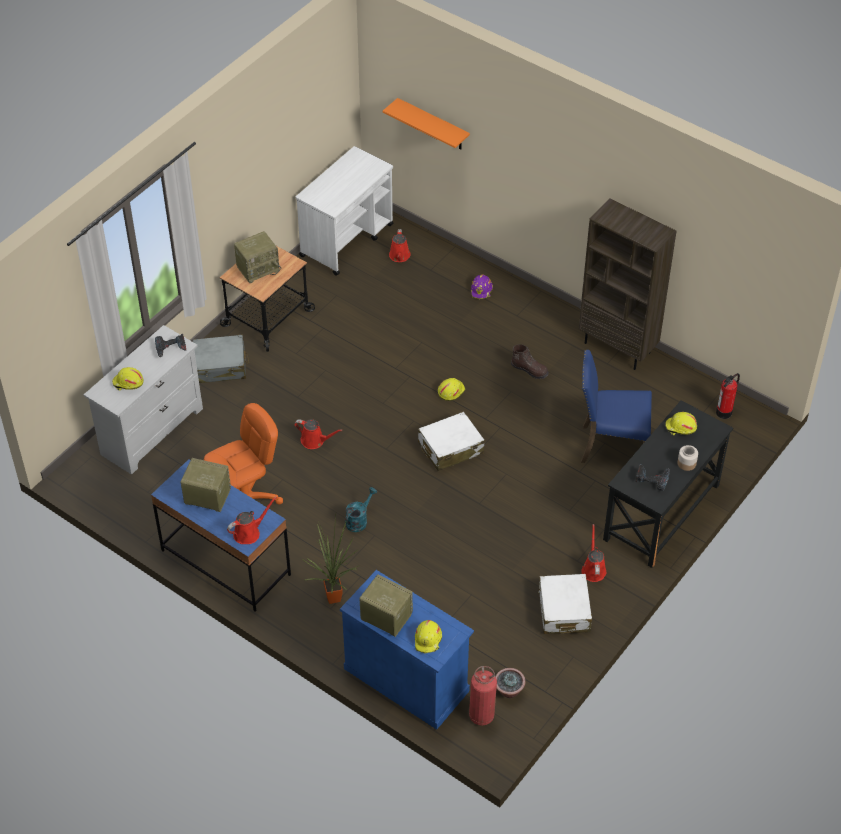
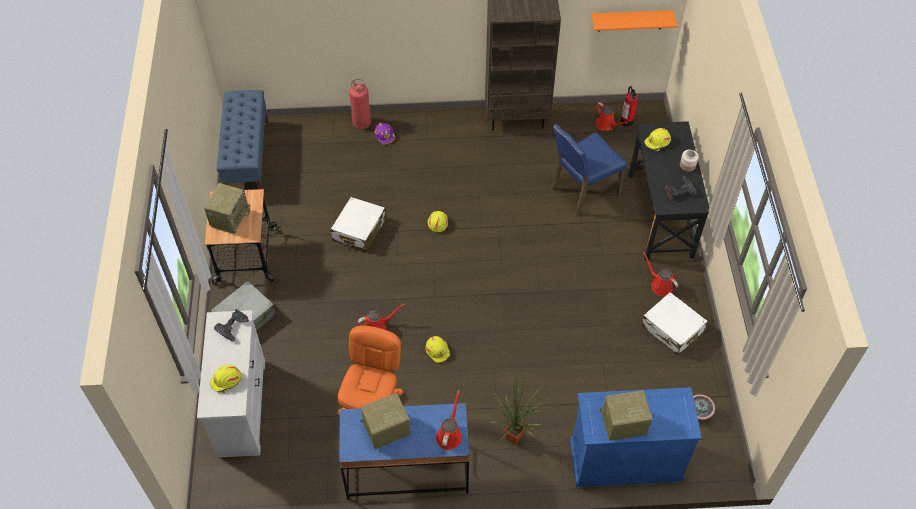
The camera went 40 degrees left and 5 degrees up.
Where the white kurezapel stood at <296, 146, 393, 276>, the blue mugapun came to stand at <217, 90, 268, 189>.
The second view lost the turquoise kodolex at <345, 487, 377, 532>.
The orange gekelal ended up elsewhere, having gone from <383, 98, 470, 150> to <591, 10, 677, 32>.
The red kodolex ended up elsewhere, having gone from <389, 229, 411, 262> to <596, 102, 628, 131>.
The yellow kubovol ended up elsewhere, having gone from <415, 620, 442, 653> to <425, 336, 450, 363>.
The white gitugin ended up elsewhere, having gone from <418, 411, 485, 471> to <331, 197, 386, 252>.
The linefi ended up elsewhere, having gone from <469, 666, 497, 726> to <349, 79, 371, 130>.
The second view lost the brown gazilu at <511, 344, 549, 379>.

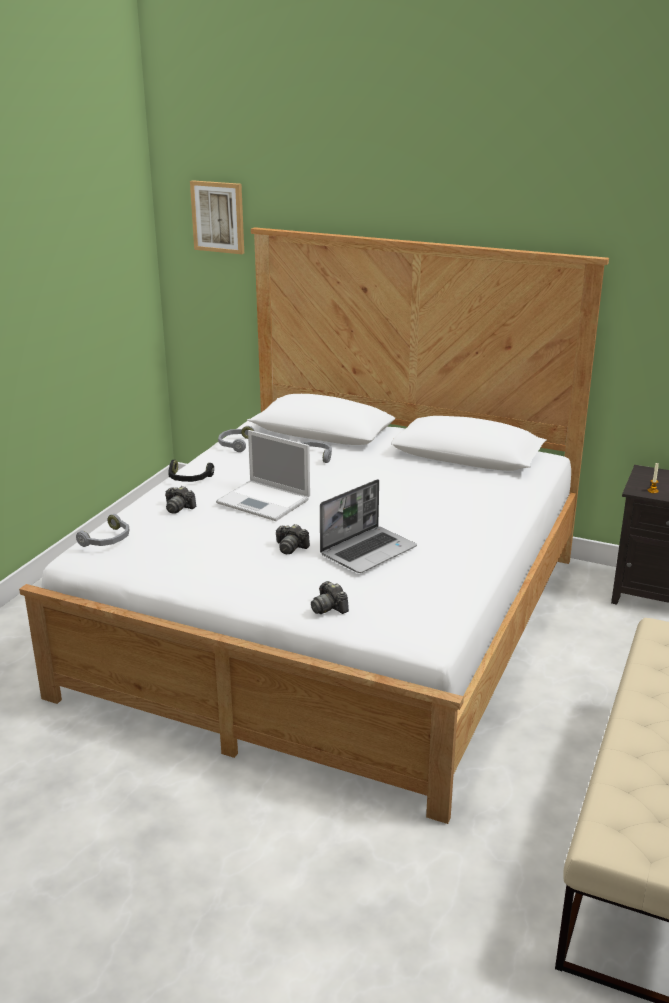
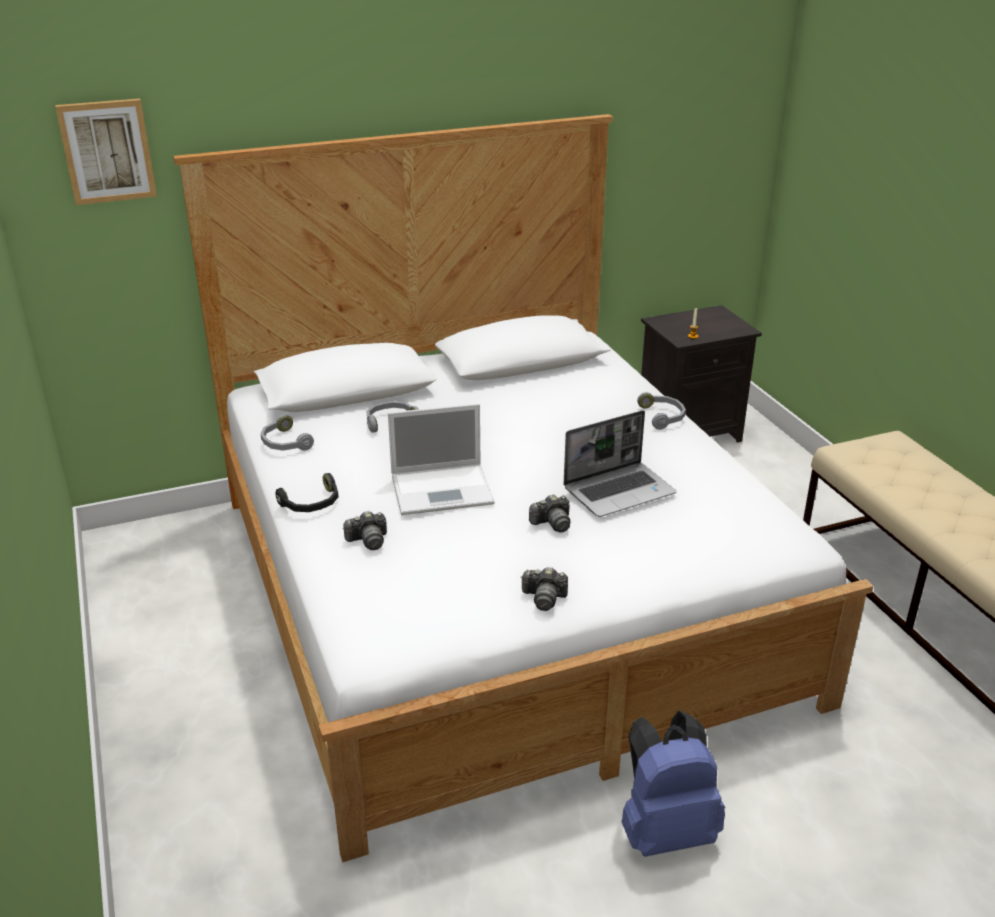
The camera went 45 degrees left and 5 degrees up.
The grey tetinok ended up elsewhere, having gone from <76, 514, 129, 547> to <637, 392, 686, 430>.
The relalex ended up elsewhere, having gone from <311, 581, 349, 614> to <521, 567, 568, 611>.
The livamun at <320, 479, 417, 573> ended up facing another way, 60 degrees clockwise from before.
The second view gained the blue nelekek at <622, 710, 725, 857>.

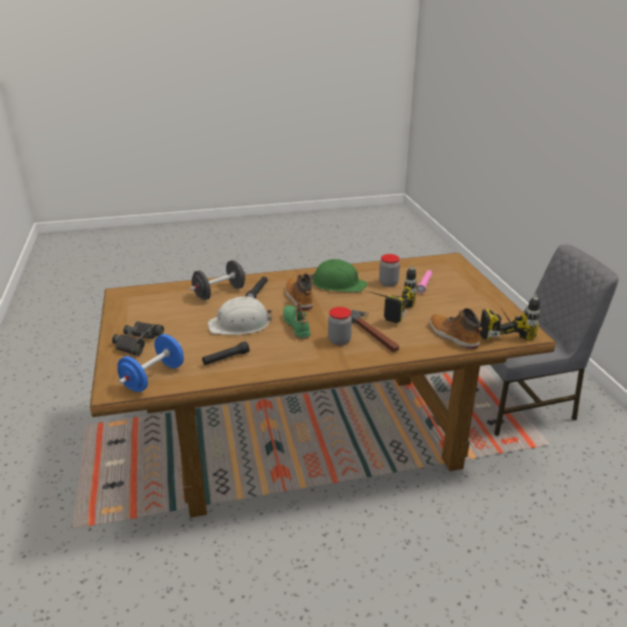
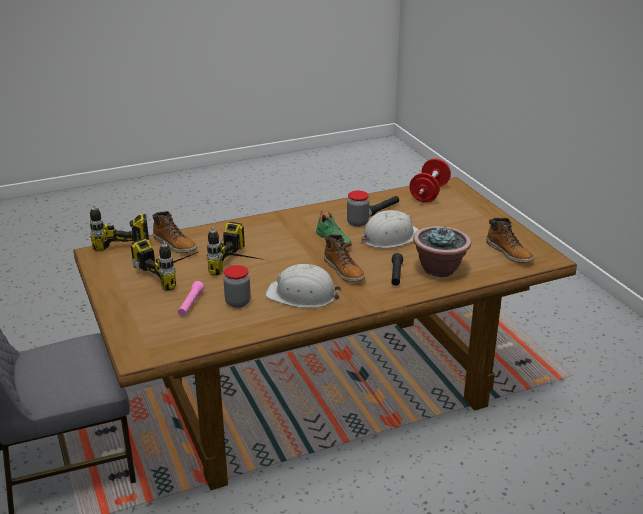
The camera went 170 degrees right and 0 degrees up.
The second view lost the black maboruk at <112, 321, 164, 356>.
What was the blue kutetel at <117, 334, 184, 392> turned into the red kutetel at <409, 158, 451, 202>.
Where the black kutetel stood at <190, 260, 246, 300>, the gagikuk came to stand at <413, 226, 471, 277>.
What was the green kubovol at <310, 259, 367, 292> turned into the white kubovol at <266, 264, 341, 308>.
The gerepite ended up elsewhere, having gone from <328, 307, 352, 345> to <347, 191, 369, 227>.
The second view lost the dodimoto at <351, 310, 399, 352>.
The second view gained the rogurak at <131, 238, 198, 291>.
The second view gained the gazilu at <486, 218, 534, 263>.

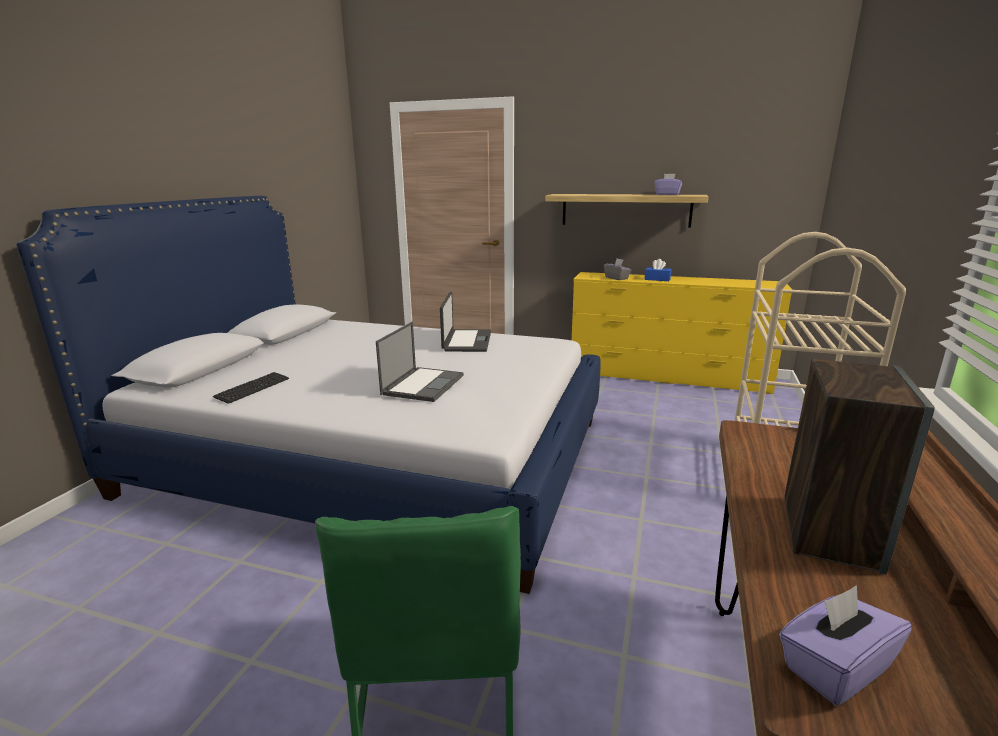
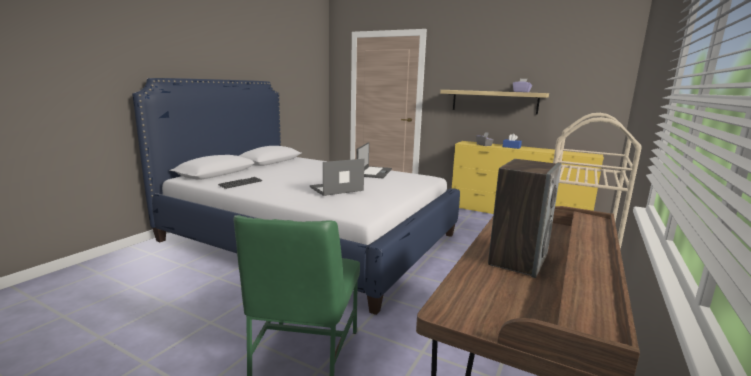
The camera went 10 degrees right and 5 degrees down.
The livamun at <376, 322, 464, 402> ended up facing another way, 150 degrees counterclockwise from before.
The second view lost the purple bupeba at <779, 585, 912, 706>.

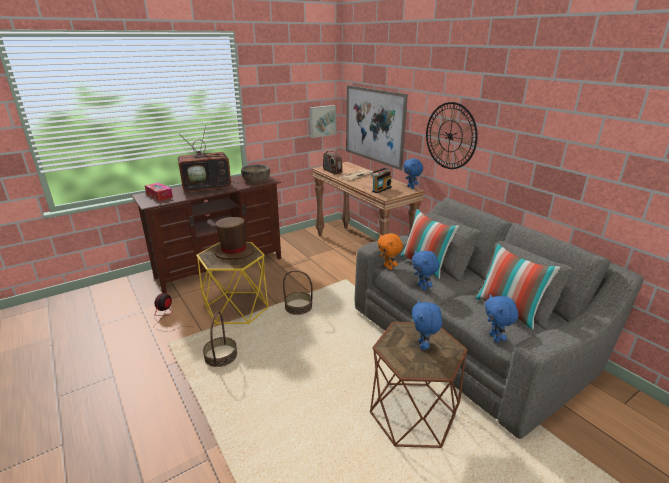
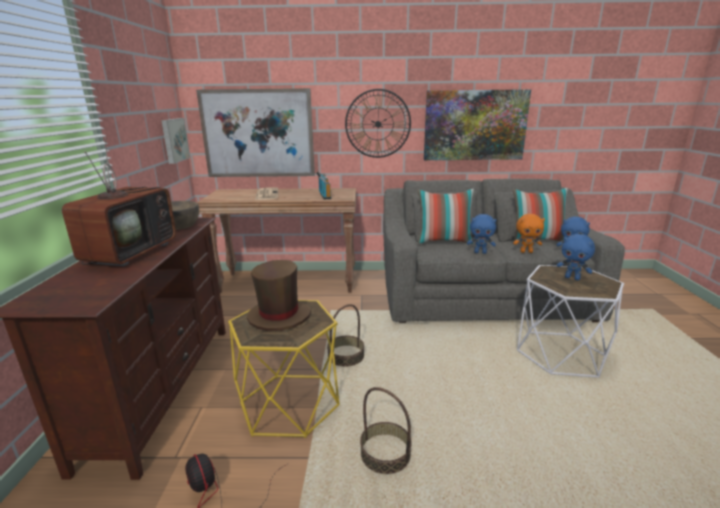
The camera went 55 degrees left and 5 degrees down.
The second view lost the bupeba at <145, 182, 173, 201>.
The second view lost the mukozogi at <323, 151, 343, 175>.
What was the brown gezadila at <370, 322, 468, 448> turned into the white gezadila at <517, 265, 624, 378>.
The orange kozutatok ended up elsewhere, having gone from <377, 233, 403, 270> to <513, 214, 545, 253>.
The second view lost the blue kozutatok at <403, 158, 423, 189>.
The second view gained the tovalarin at <424, 89, 531, 160>.

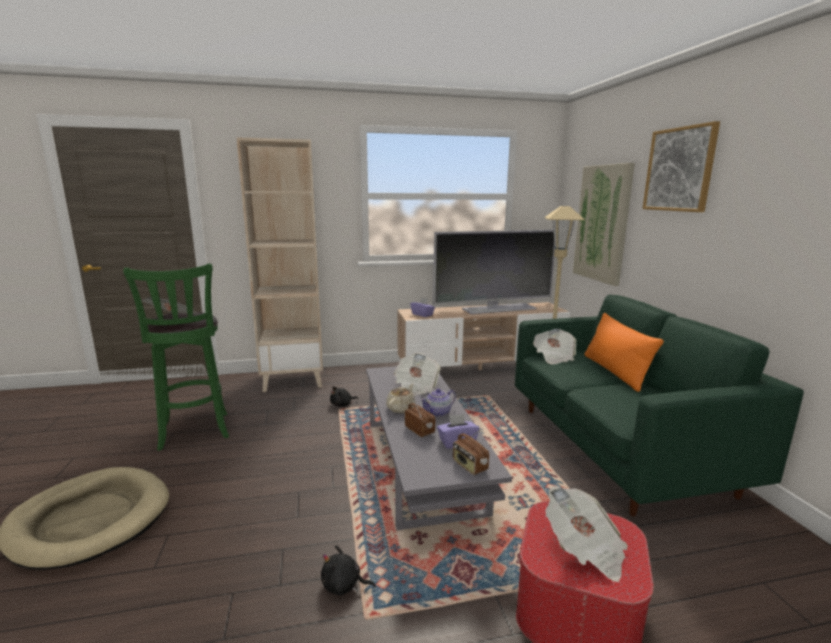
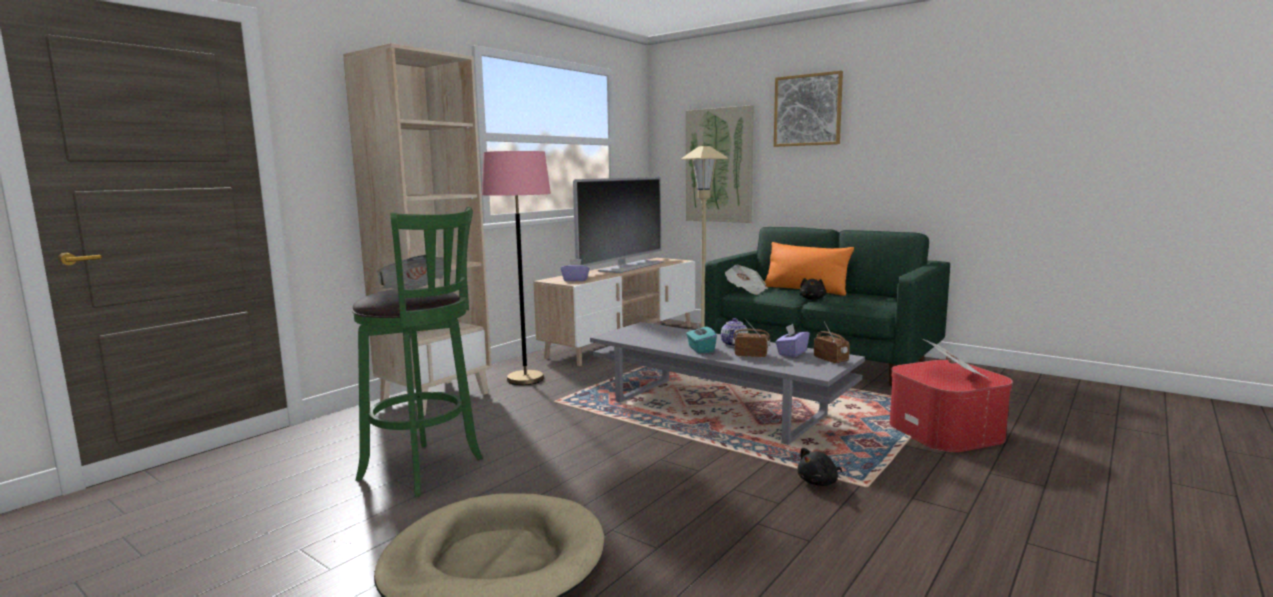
The camera went 40 degrees left and 5 degrees down.
The black kozutatok ended up elsewhere, having gone from <330, 386, 358, 407> to <799, 278, 826, 300>.
Where the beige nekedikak stood at <386, 383, 415, 413>, the turquoise bupeba came to stand at <686, 322, 717, 353>.
The second view lost the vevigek at <394, 353, 441, 396>.
The mukozogi at <453, 429, 489, 475> ended up facing another way, 135 degrees counterclockwise from before.
The second view gained the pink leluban at <482, 151, 551, 385>.

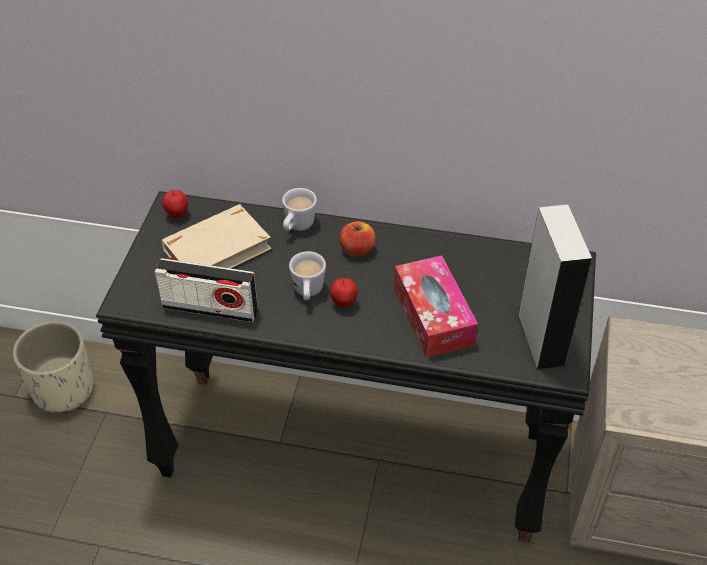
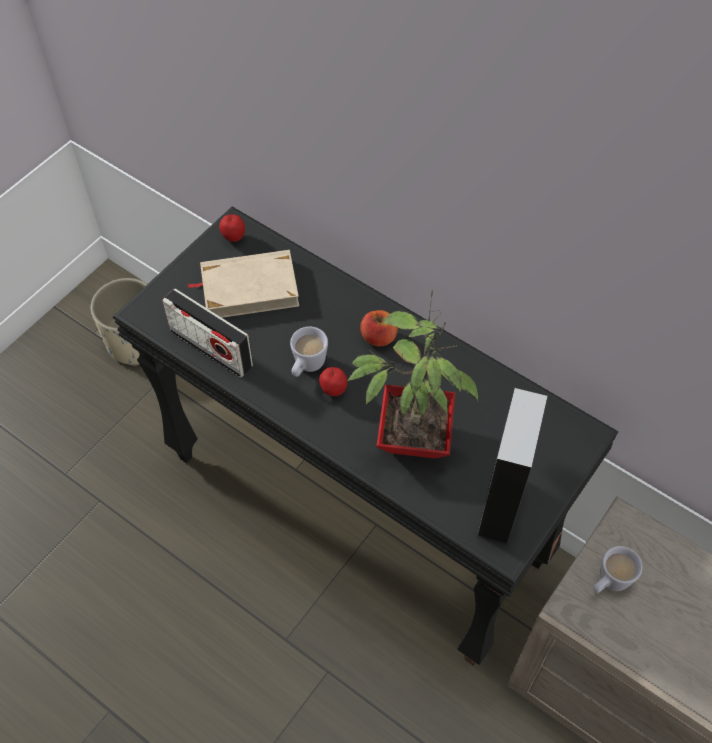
The camera went 25 degrees right and 10 degrees up.
The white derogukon ended up elsewhere, having gone from <282, 188, 317, 231> to <593, 546, 642, 593>.
Where the bupeba stood at <394, 255, 478, 358>, the gagikuk came to stand at <347, 291, 478, 458>.

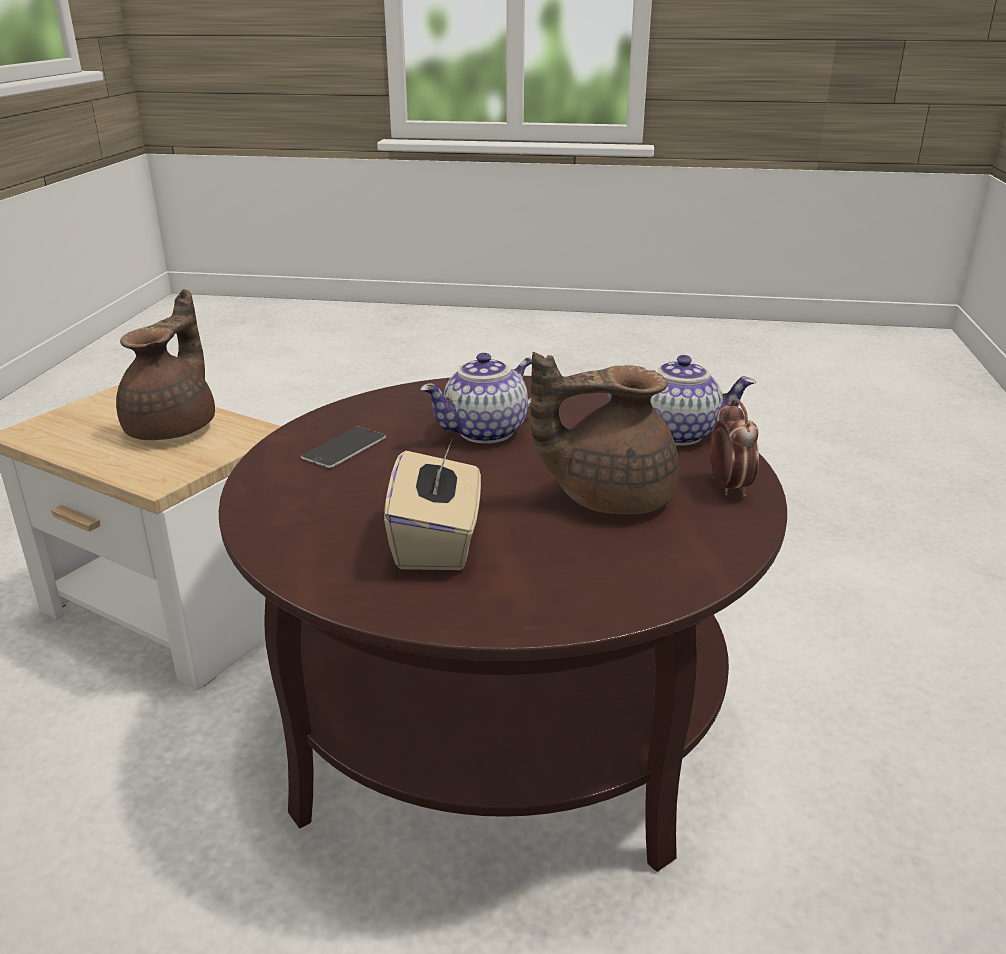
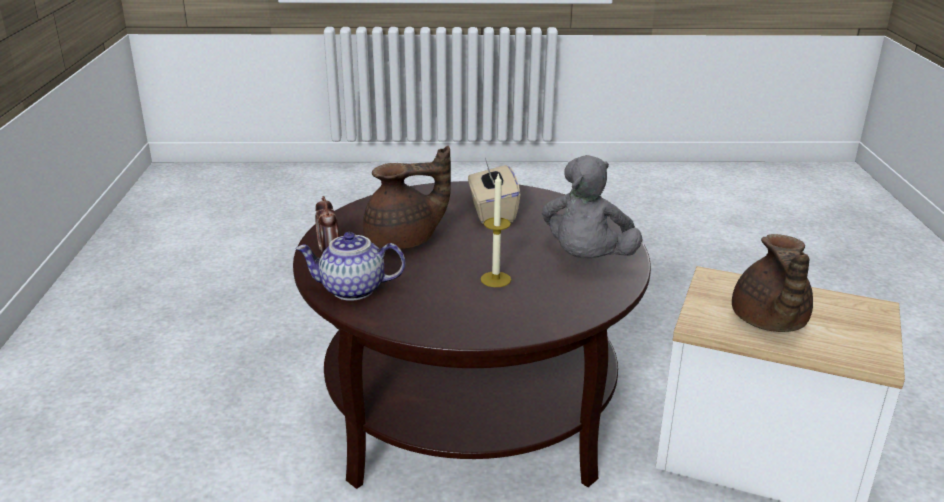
The camera went 170 degrees right and 0 degrees up.
Where the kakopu stood at <301, 427, 386, 468>, the grey kozutatok came to stand at <542, 155, 642, 259>.
Where the nekedikak stood at <420, 353, 532, 444>, the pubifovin came to stand at <481, 173, 511, 287>.

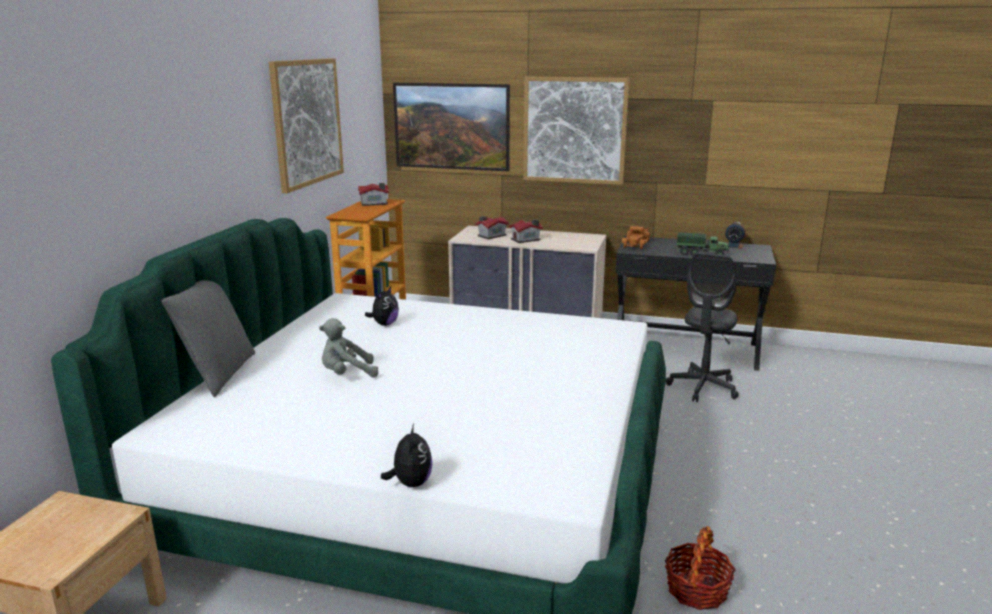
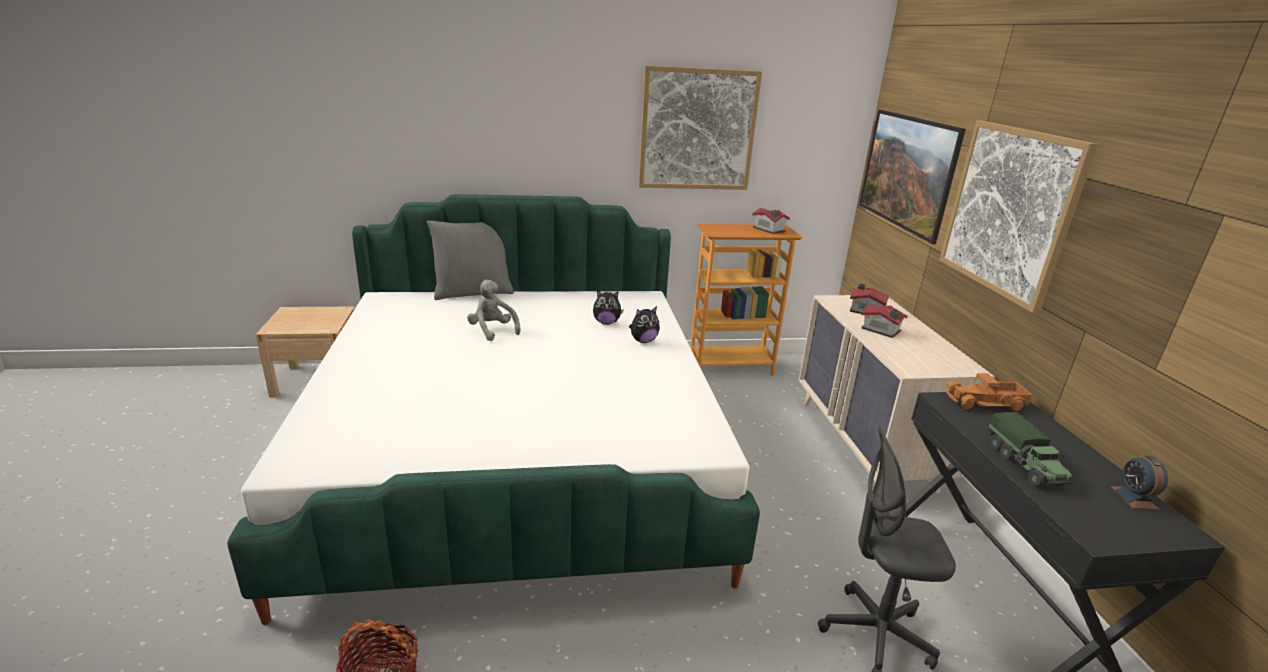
The camera went 65 degrees right and 5 degrees up.
The kozutatok ended up elsewhere, having gone from <381, 424, 433, 487> to <629, 306, 660, 343>.

